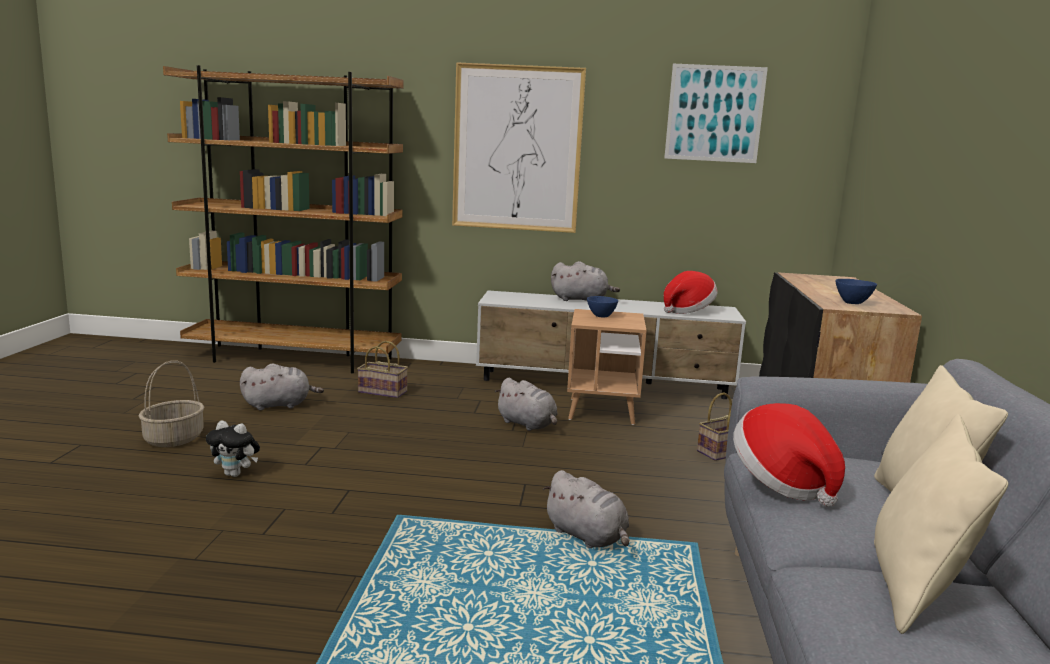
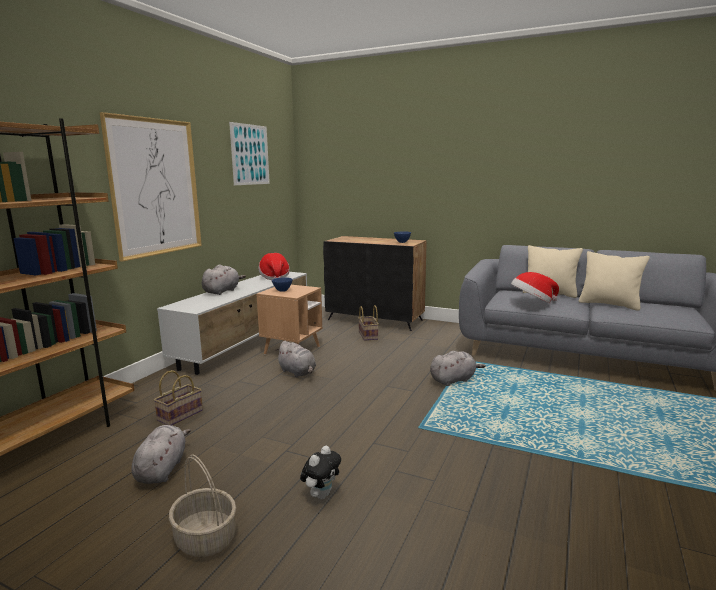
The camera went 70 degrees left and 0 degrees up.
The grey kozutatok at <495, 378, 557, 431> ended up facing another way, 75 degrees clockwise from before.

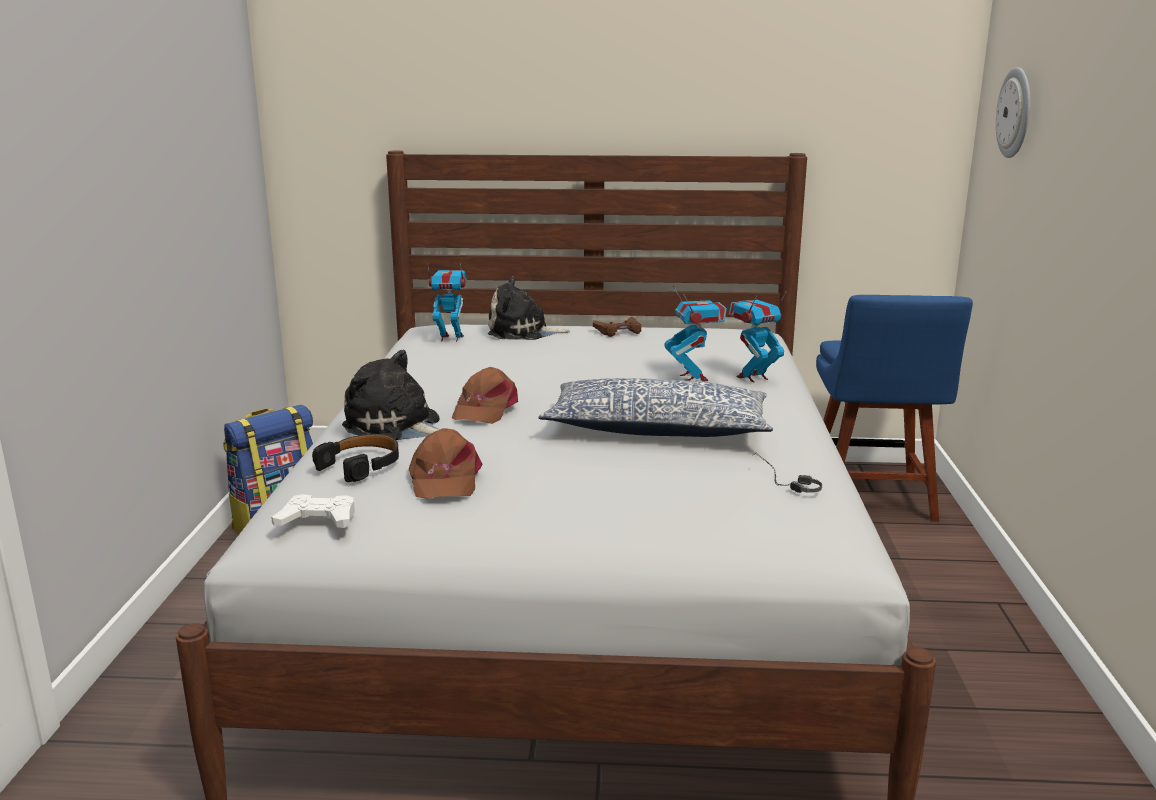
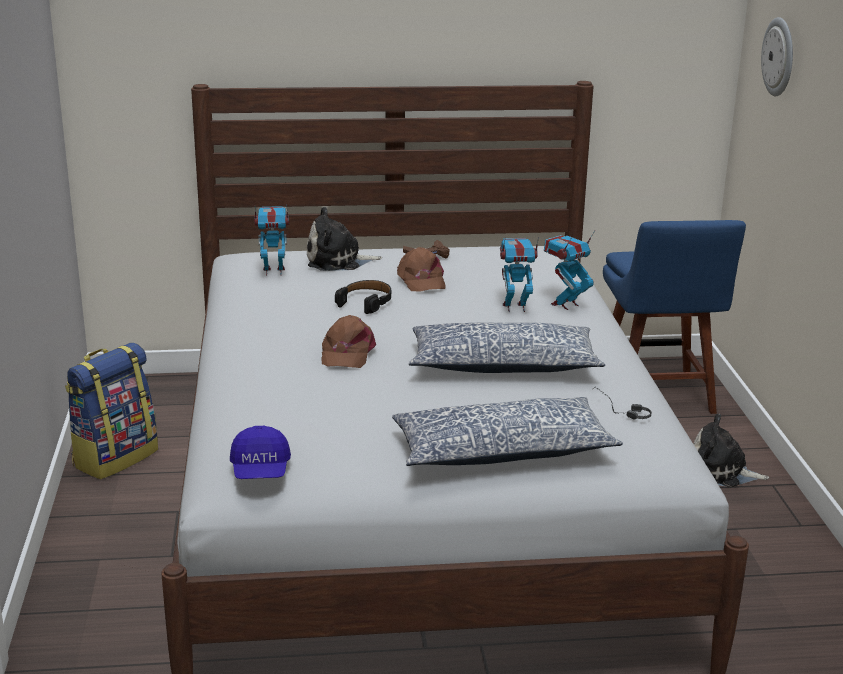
The camera went 10 degrees left and 5 degrees up.
Where the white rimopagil stood at <271, 494, 355, 528>, the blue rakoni came to stand at <230, 426, 291, 479>.
The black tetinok ended up elsewhere, having gone from <312, 434, 399, 482> to <335, 280, 391, 314>.
The kozutatok ended up elsewhere, having gone from <342, 350, 440, 440> to <693, 414, 769, 487>.
The brown rakoni ended up elsewhere, having gone from <409, 428, 482, 499> to <397, 247, 445, 292>.
The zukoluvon at <664, 285, 727, 381> ended up facing another way, 75 degrees counterclockwise from before.
The second view gained the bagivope at <392, 397, 623, 466>.

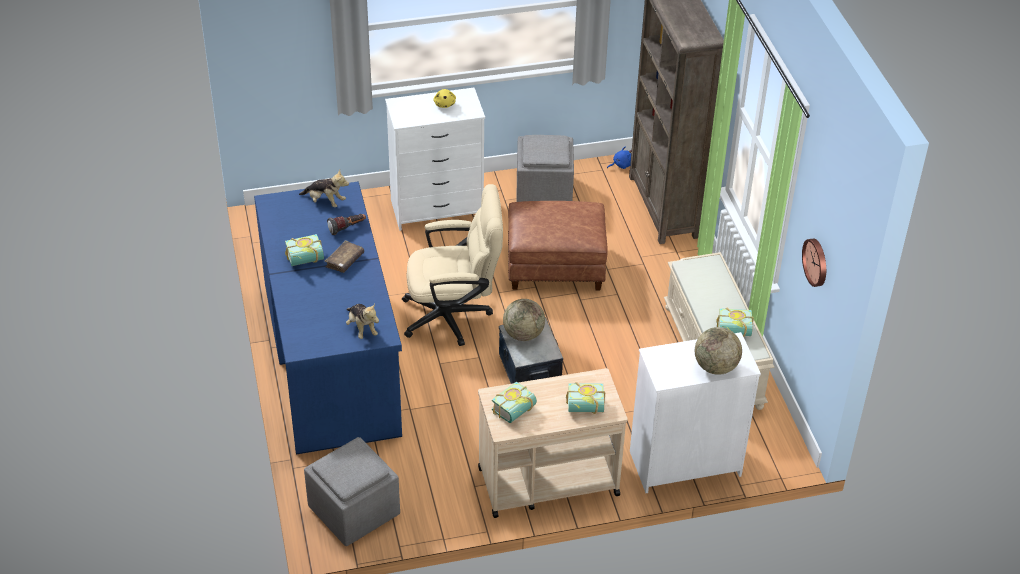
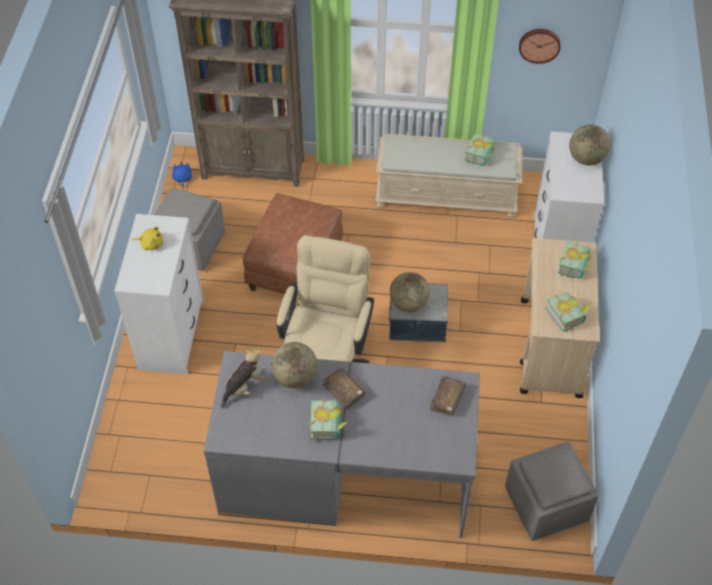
The camera went 70 degrees left and 10 degrees up.
What was the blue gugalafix at <254, 182, 402, 454> turned into the grey gugalafix at <204, 351, 480, 538>.
Where the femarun stood at <327, 214, 366, 235>, the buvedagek came to stand at <271, 342, 317, 388>.
Where the kozutatok stood at <346, 304, 379, 339>, the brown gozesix came to stand at <430, 375, 466, 416>.

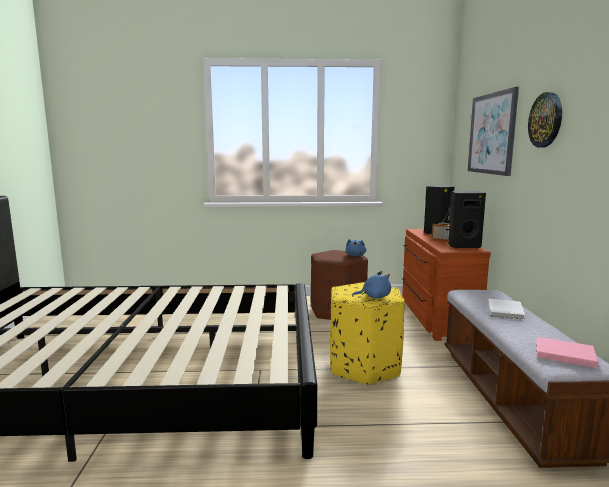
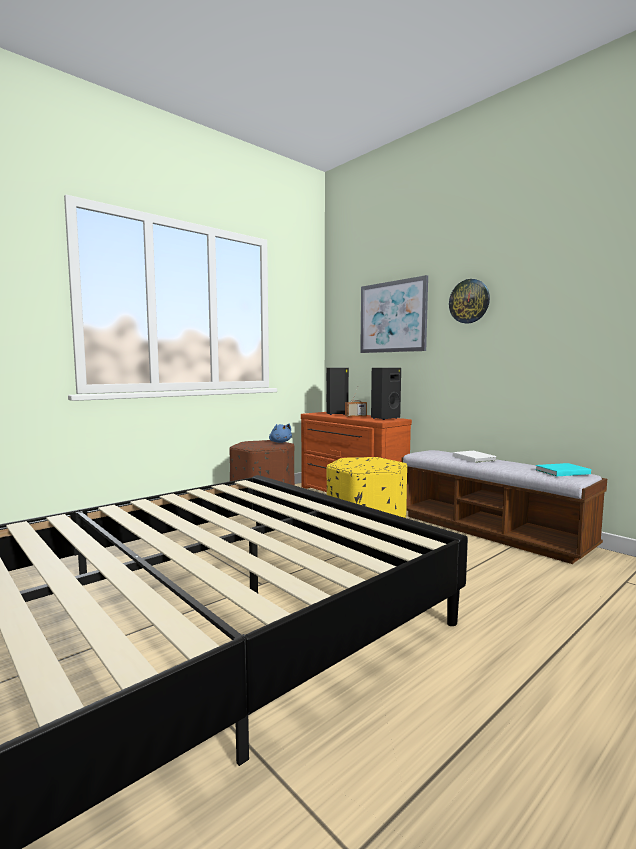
The camera went 40 degrees left and 5 degrees down.
The second view lost the blue kozutatok at <352, 271, 391, 299>.
What was the pink gozesix at <536, 337, 598, 368> turned into the turquoise gozesix at <535, 463, 591, 476>.

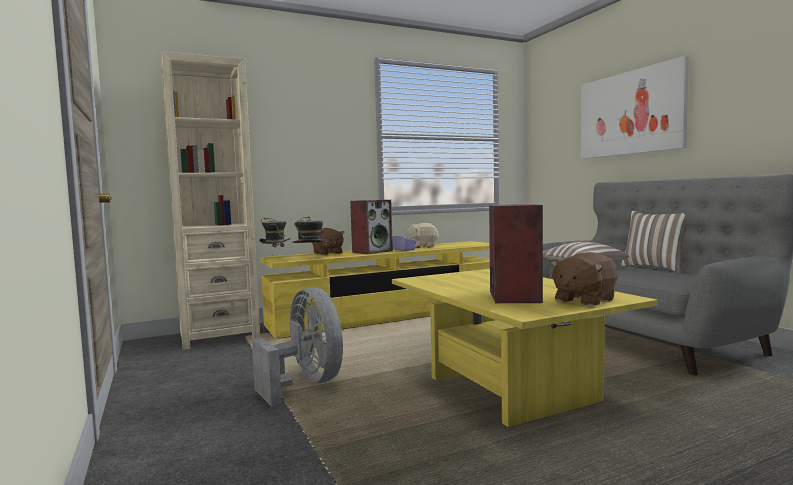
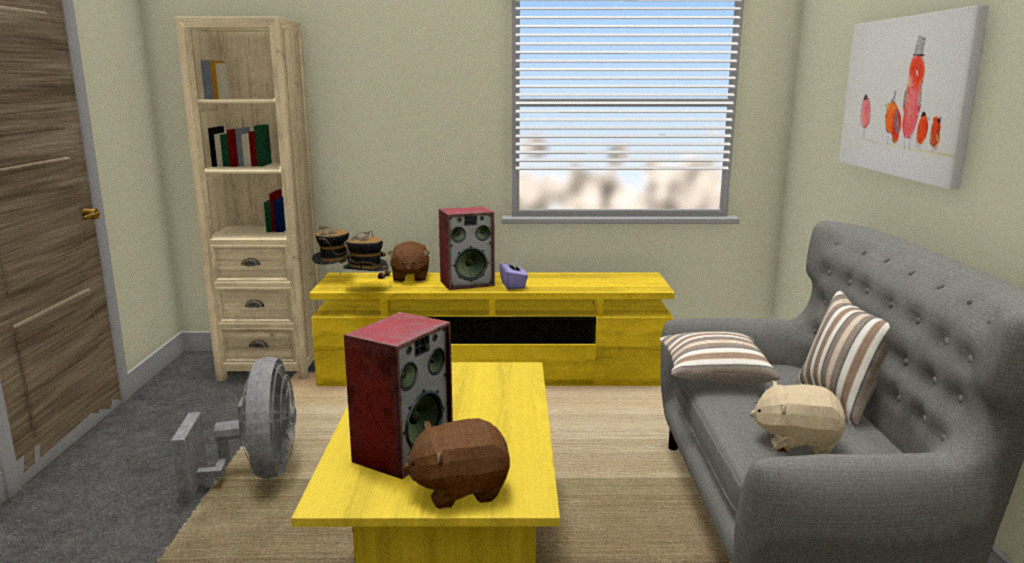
The camera went 25 degrees right and 10 degrees up.
The beige kozutatok ended up elsewhere, having gone from <406, 223, 438, 248> to <750, 381, 846, 455>.

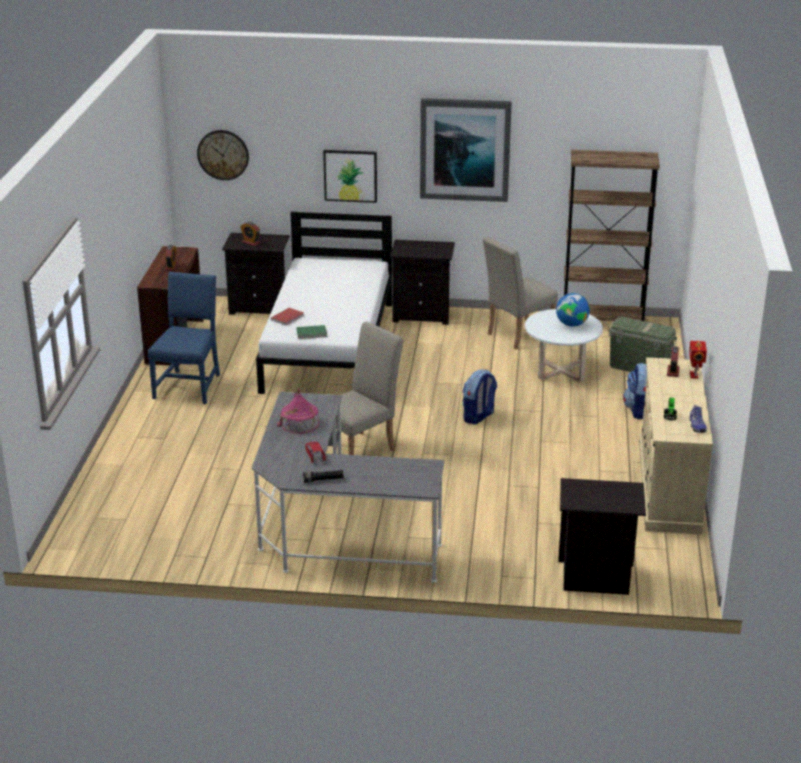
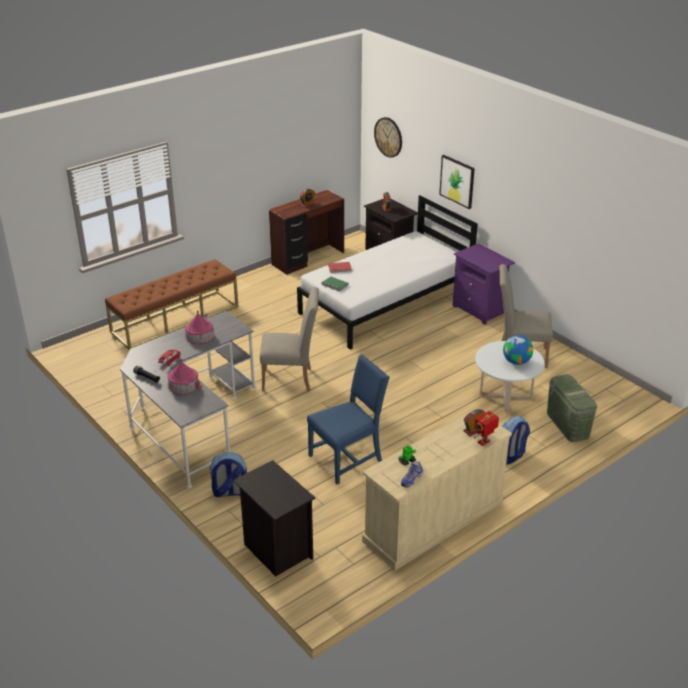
The camera went 45 degrees right and 5 degrees up.
The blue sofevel ended up elsewhere, having gone from <148, 272, 220, 404> to <307, 355, 390, 484>.
What was the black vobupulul at <390, 240, 455, 325> turned into the purple vobupulul at <452, 243, 515, 325>.
The second view lost the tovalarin at <420, 98, 512, 202>.
The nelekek ended up elsewhere, having gone from <462, 369, 497, 424> to <209, 452, 247, 497>.
The second view lost the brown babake at <564, 150, 660, 321>.
The second view gained the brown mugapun at <105, 259, 238, 350>.
The second view gained the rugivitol at <167, 358, 202, 395>.

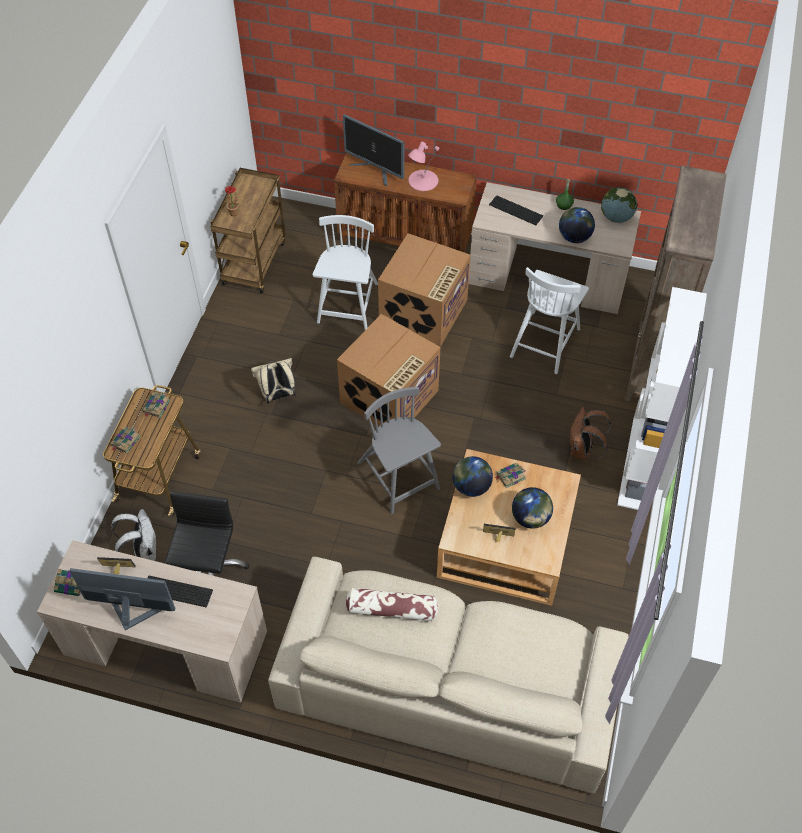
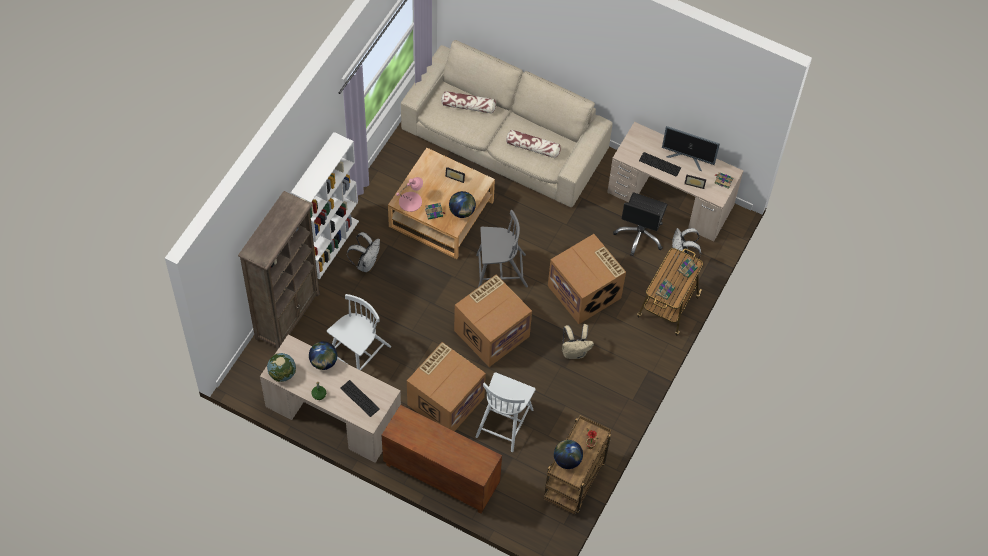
The camera went 170 degrees left and 5 degrees up.
The second view lost the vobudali at <343, 114, 404, 187>.
The grey sofevel at <358, 387, 441, 514> ended up facing another way, 75 degrees counterclockwise from before.
The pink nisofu ended up elsewhere, having gone from <408, 142, 439, 191> to <396, 177, 423, 212>.
The buvedagek ended up elsewhere, having gone from <512, 487, 553, 529> to <554, 440, 583, 469>.
What was the brown nelekek at <570, 407, 612, 460> turned into the white nelekek at <347, 232, 380, 272>.
The second view gained the bagivope at <441, 91, 496, 114>.
The second view gained the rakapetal at <548, 234, 626, 324>.

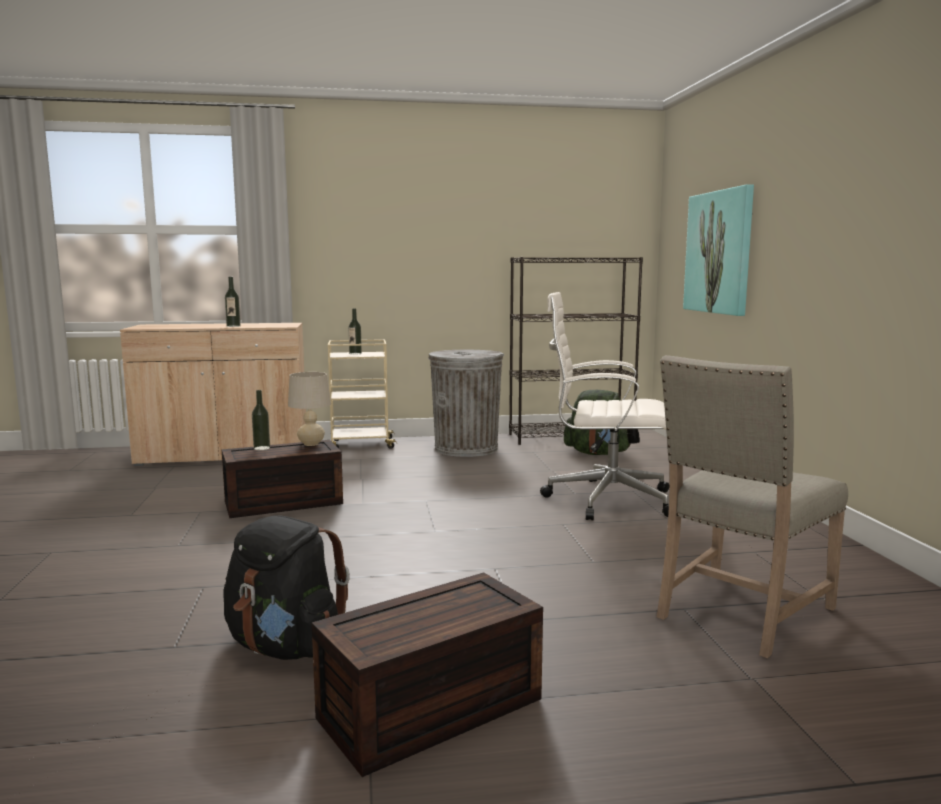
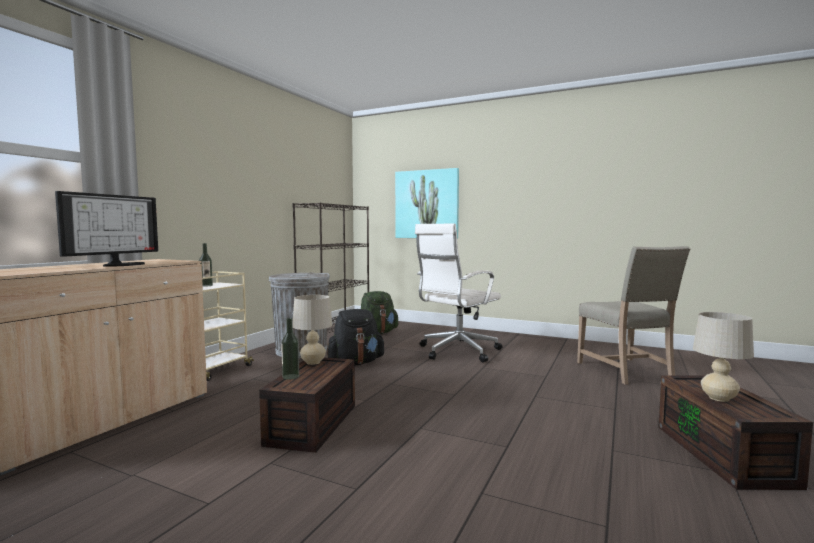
The camera went 55 degrees left and 5 degrees down.
The black nelekek ended up elsewhere, having gone from <223, 515, 350, 660> to <327, 309, 385, 366>.
Where the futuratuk stood at <225, 277, 241, 327>, the vobudali came to stand at <55, 191, 158, 267>.
The second view gained the beige nisofu at <693, 312, 754, 402>.

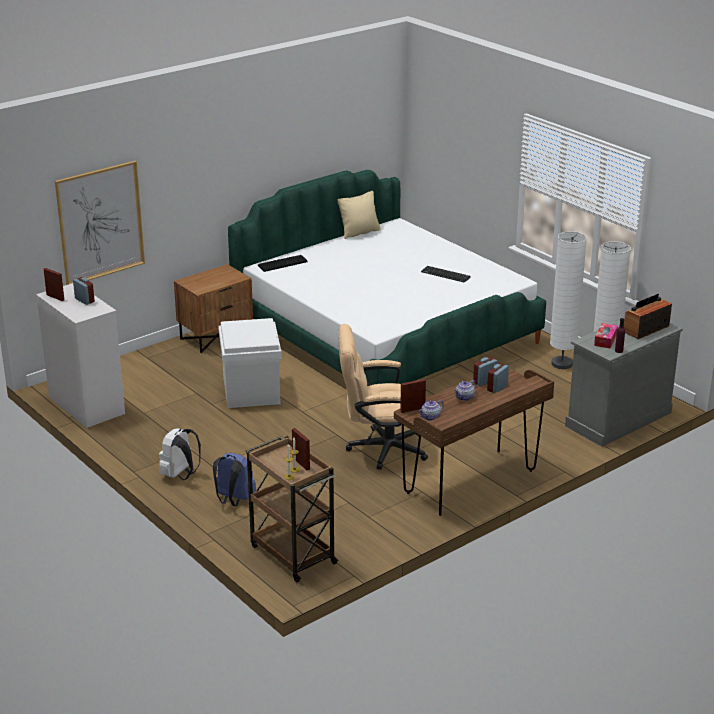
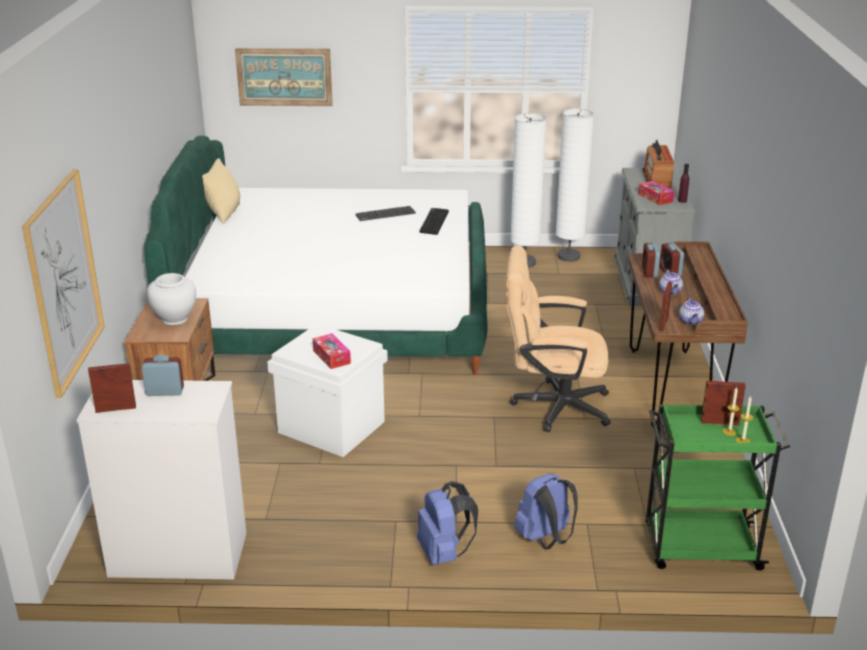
The camera went 50 degrees left and 0 degrees up.
What was the white nelekek at <159, 428, 201, 480> turned into the blue nelekek at <417, 481, 478, 565>.
What was the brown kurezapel at <245, 436, 339, 583> turned into the green kurezapel at <645, 404, 790, 571>.
The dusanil ended up elsewhere, having gone from <258, 255, 308, 272> to <419, 208, 449, 235>.
The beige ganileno at <339, 324, 428, 470> ended up facing another way, 60 degrees clockwise from before.
The second view gained the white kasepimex at <147, 273, 196, 325>.
The second view gained the tovalarin at <235, 48, 333, 106>.
The second view gained the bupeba at <313, 333, 351, 369>.

